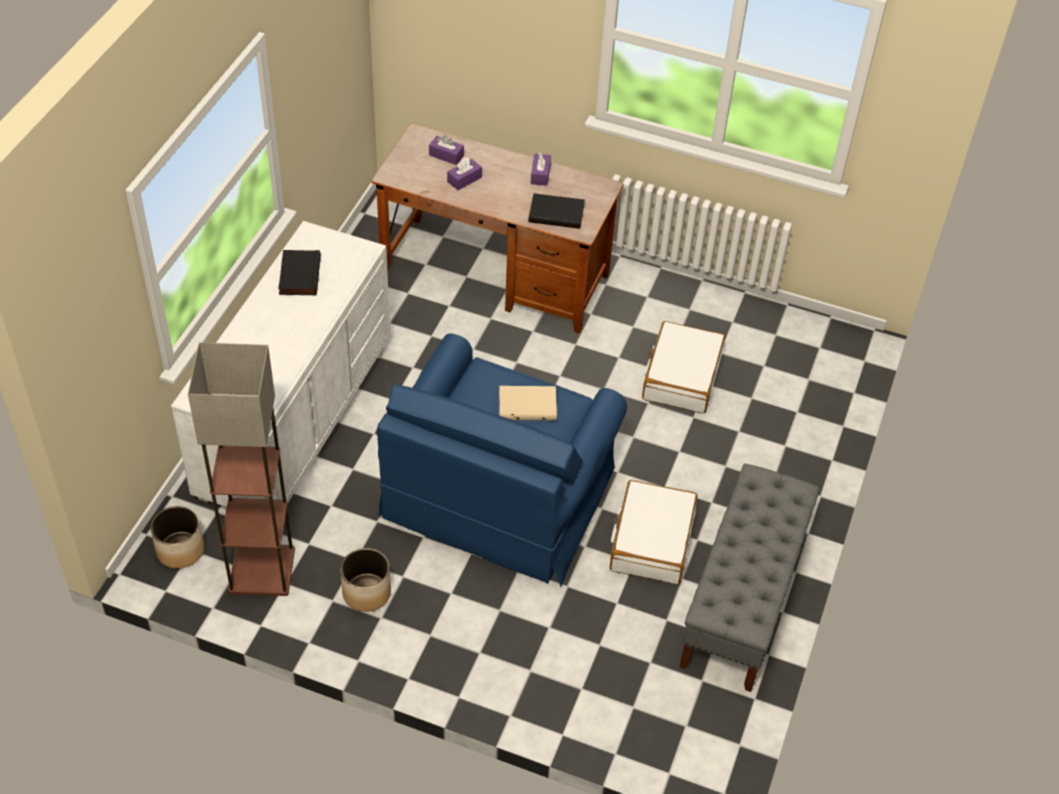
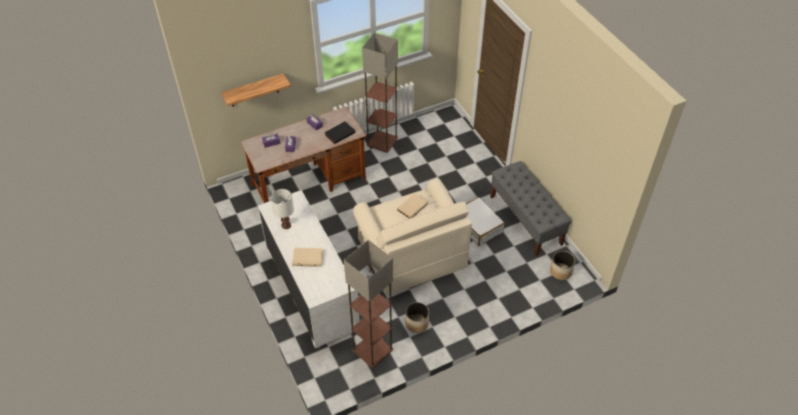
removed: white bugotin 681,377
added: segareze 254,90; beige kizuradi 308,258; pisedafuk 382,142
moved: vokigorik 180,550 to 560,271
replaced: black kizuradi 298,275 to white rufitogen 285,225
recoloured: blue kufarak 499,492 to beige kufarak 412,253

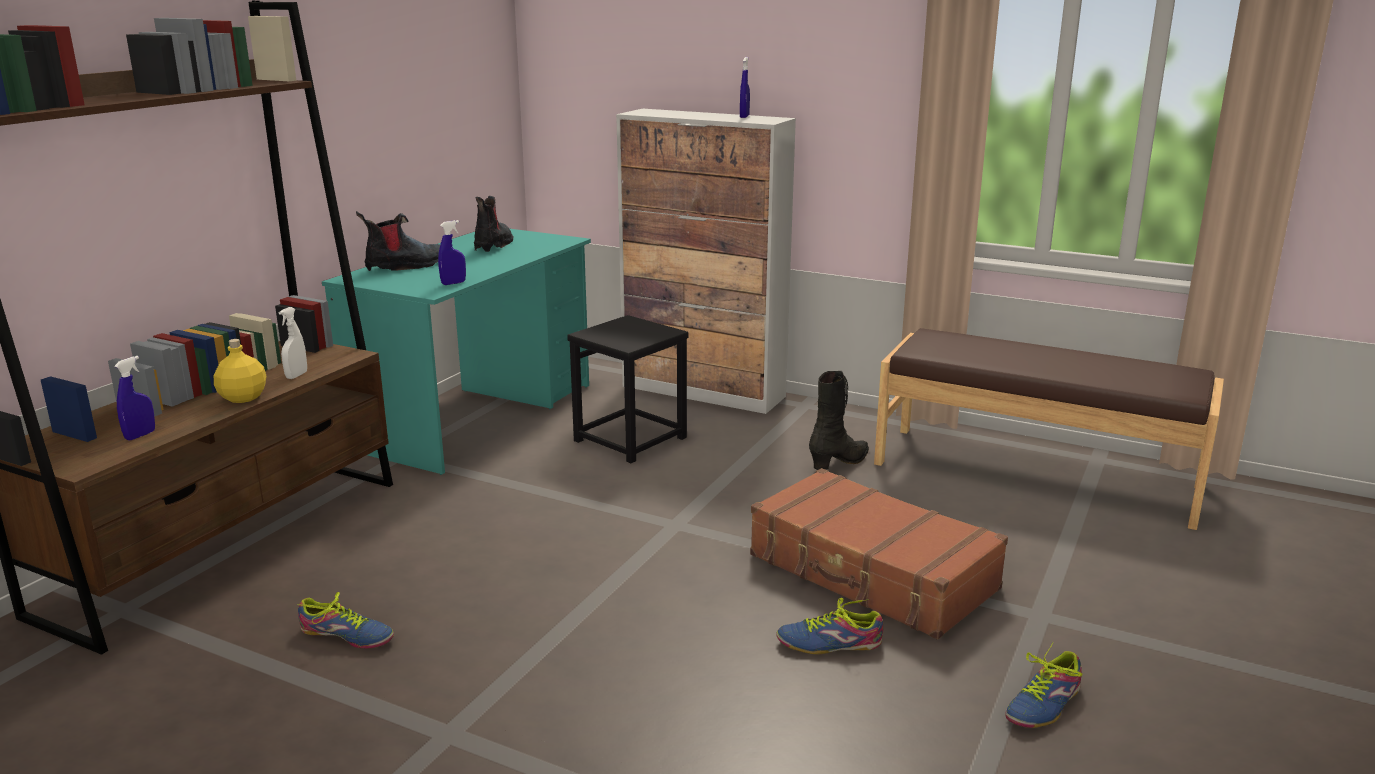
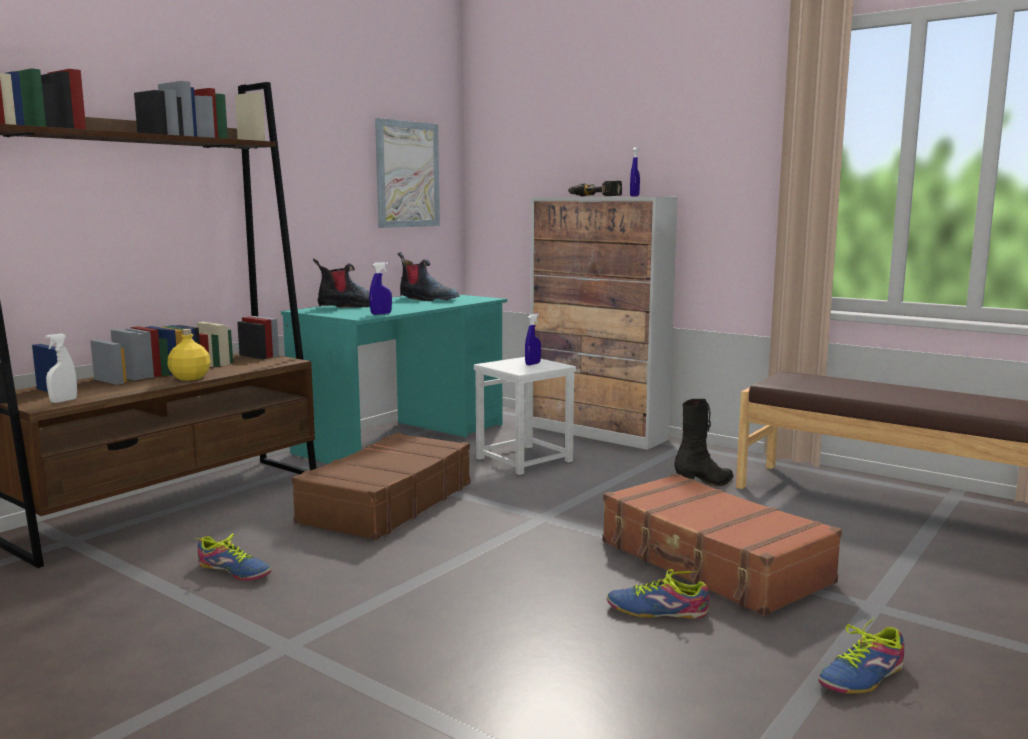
added: brown bugotin 386,503; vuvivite 407,174; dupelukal 593,196
moved: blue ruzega 140,435 to 533,364; white ruzega 296,375 to 63,401
recoloured: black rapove 630,439 to white rapove 524,460
turned: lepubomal 493,244 = 427,299 105 degrees clockwise

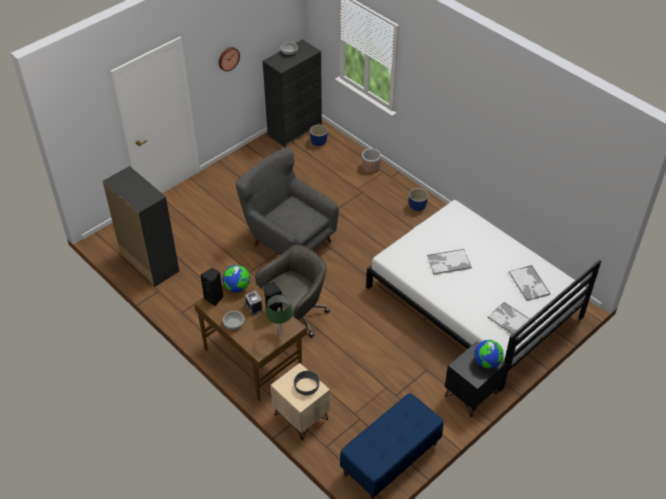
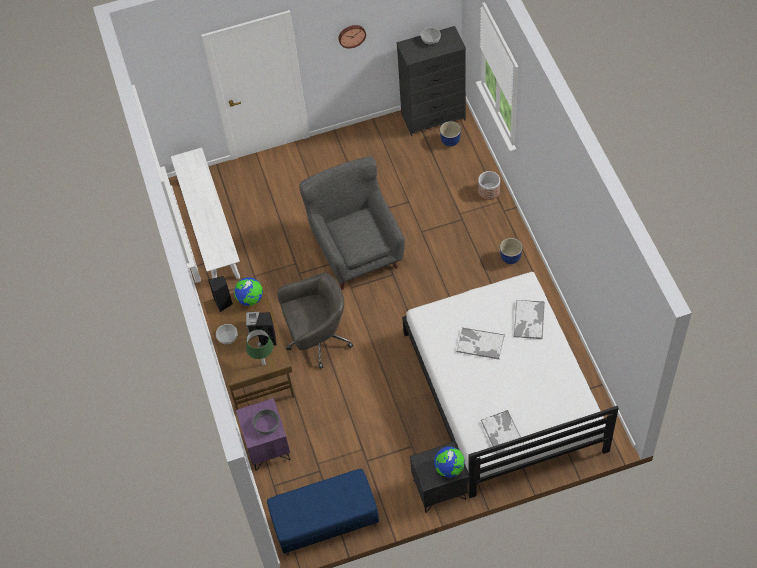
moved: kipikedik 529,284 to 529,320
replaced: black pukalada 149,263 to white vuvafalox 210,229
recoloured: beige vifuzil 301,417 to purple vifuzil 267,447

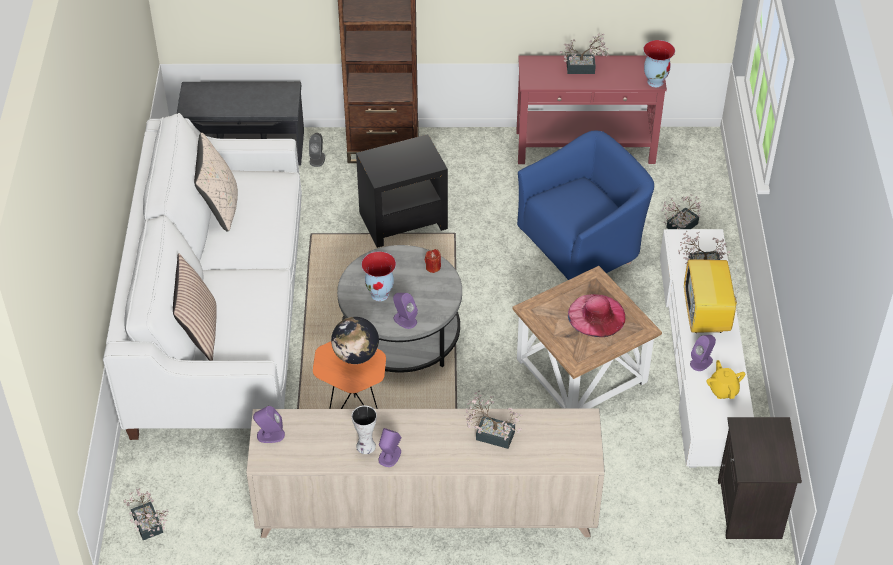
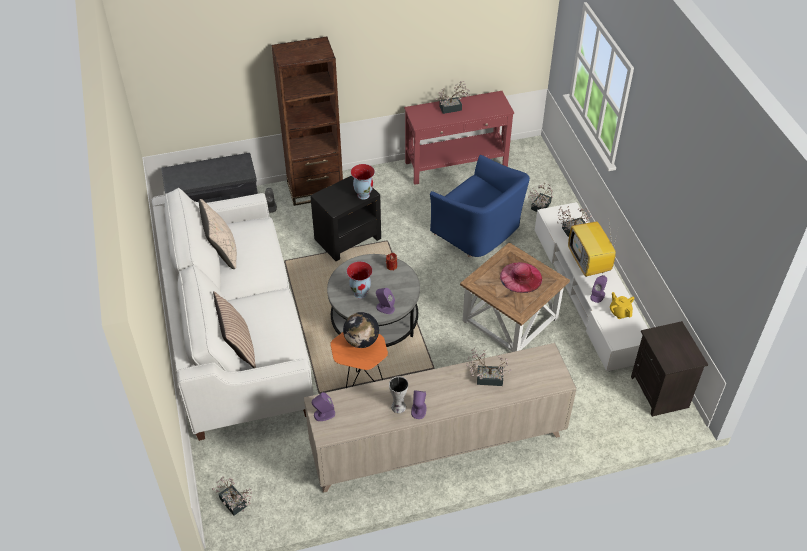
moved: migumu 655,81 to 363,194
turned: blue kufarak 582,242 = 478,230 90 degrees clockwise

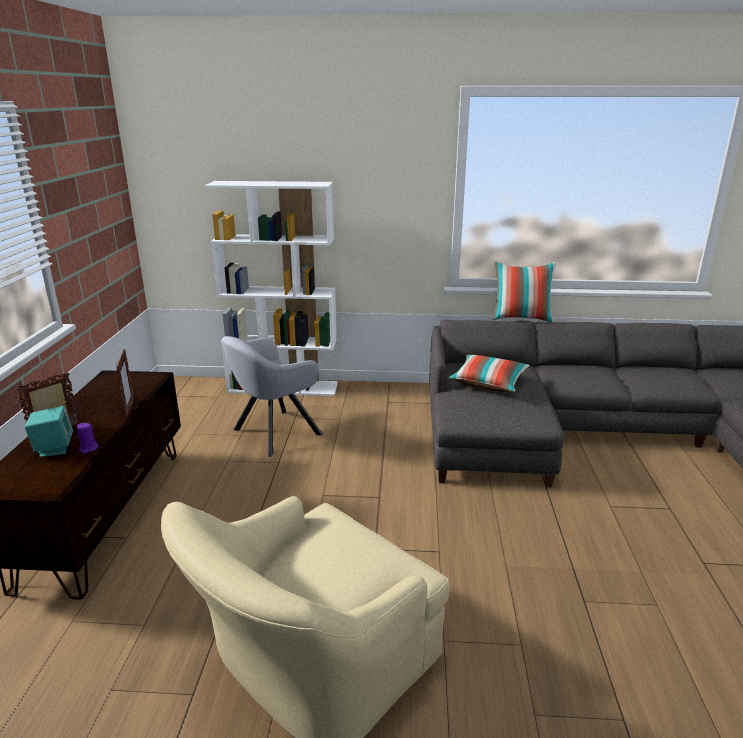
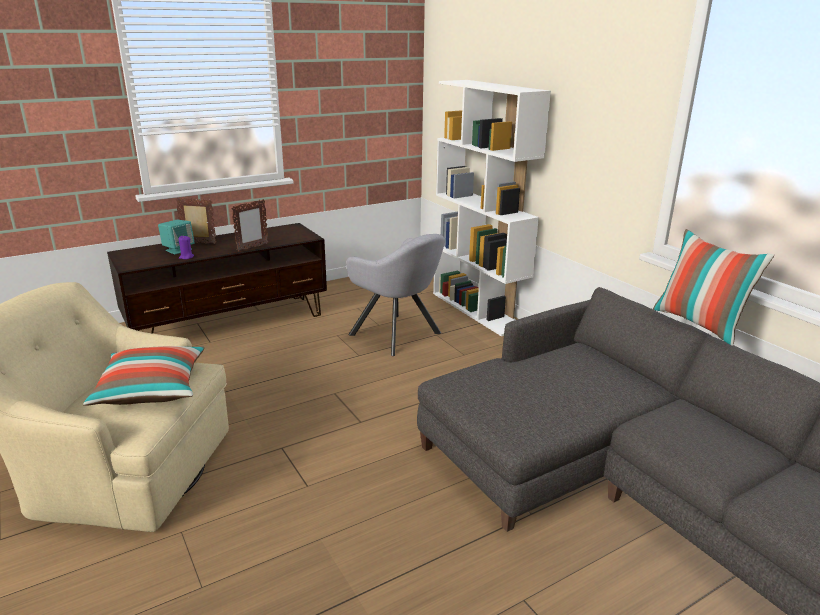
moved: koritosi 488,383 to 151,389
turned: grey kufarak 272,433 = 398,335 150 degrees counterclockwise

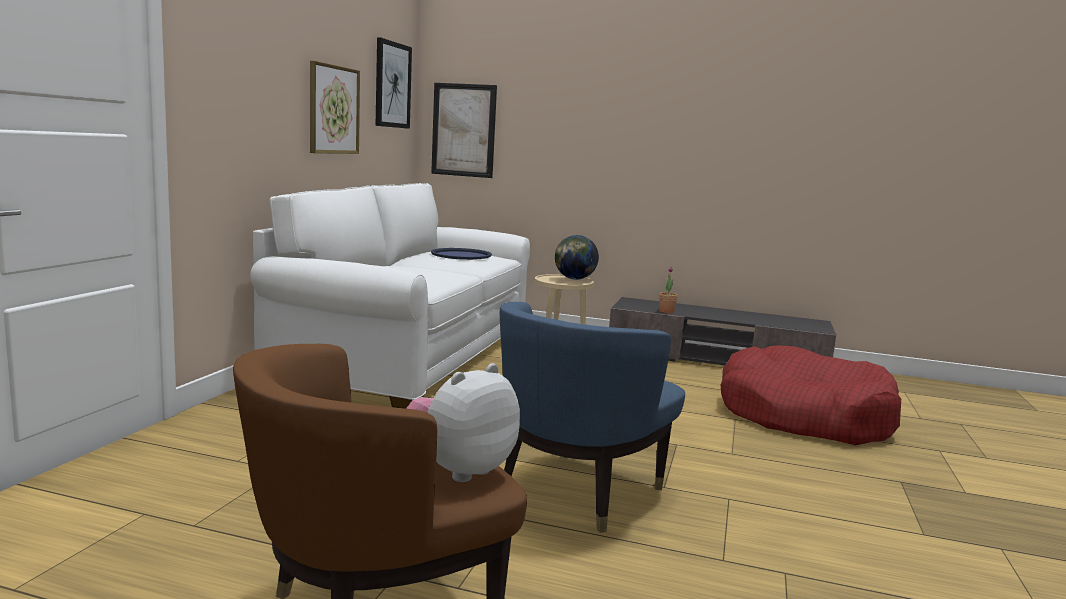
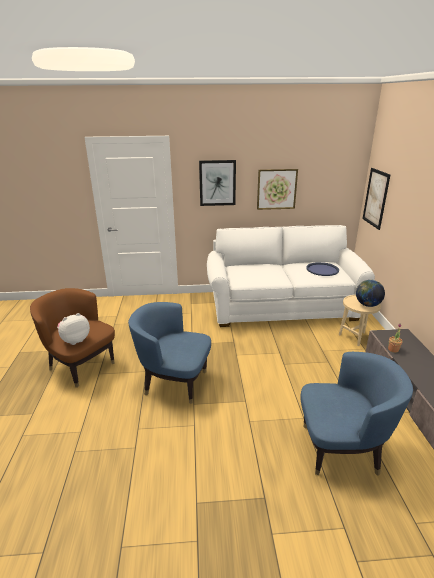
moved: vuvivite 392,85 to 217,183
replaced: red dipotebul 804,416 to blue kufarak 341,449
turned: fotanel 460,469 = 75,340 60 degrees counterclockwise

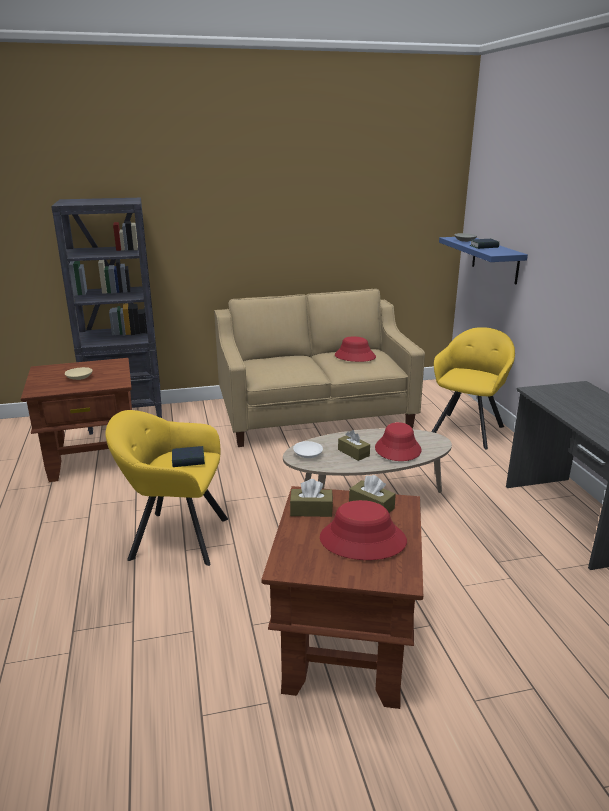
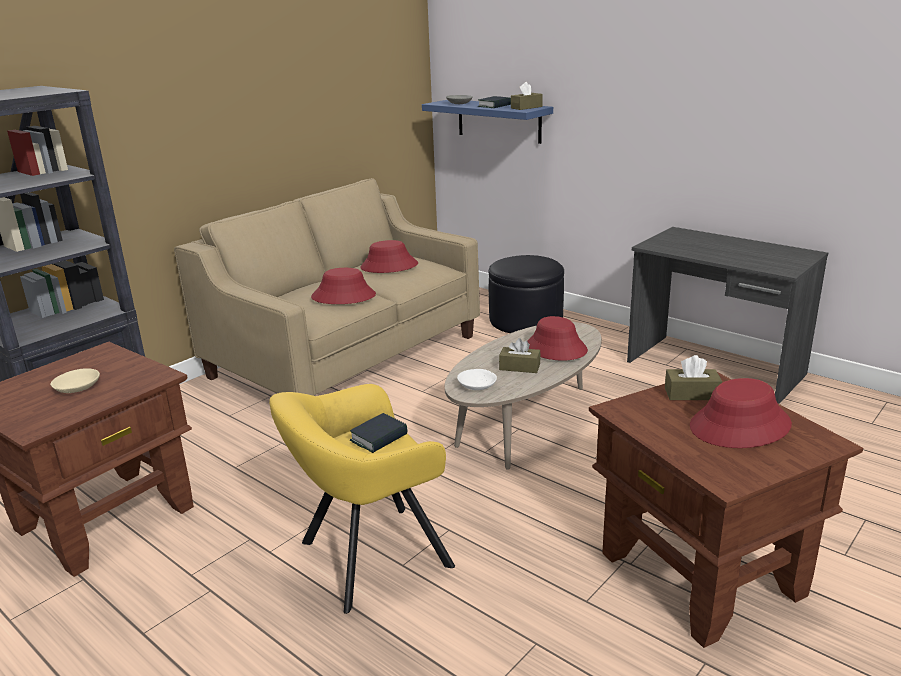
added: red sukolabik 343,296
moved: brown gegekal 311,510 to 526,107
replaced: yellow kufarak 468,429 to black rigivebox 526,320

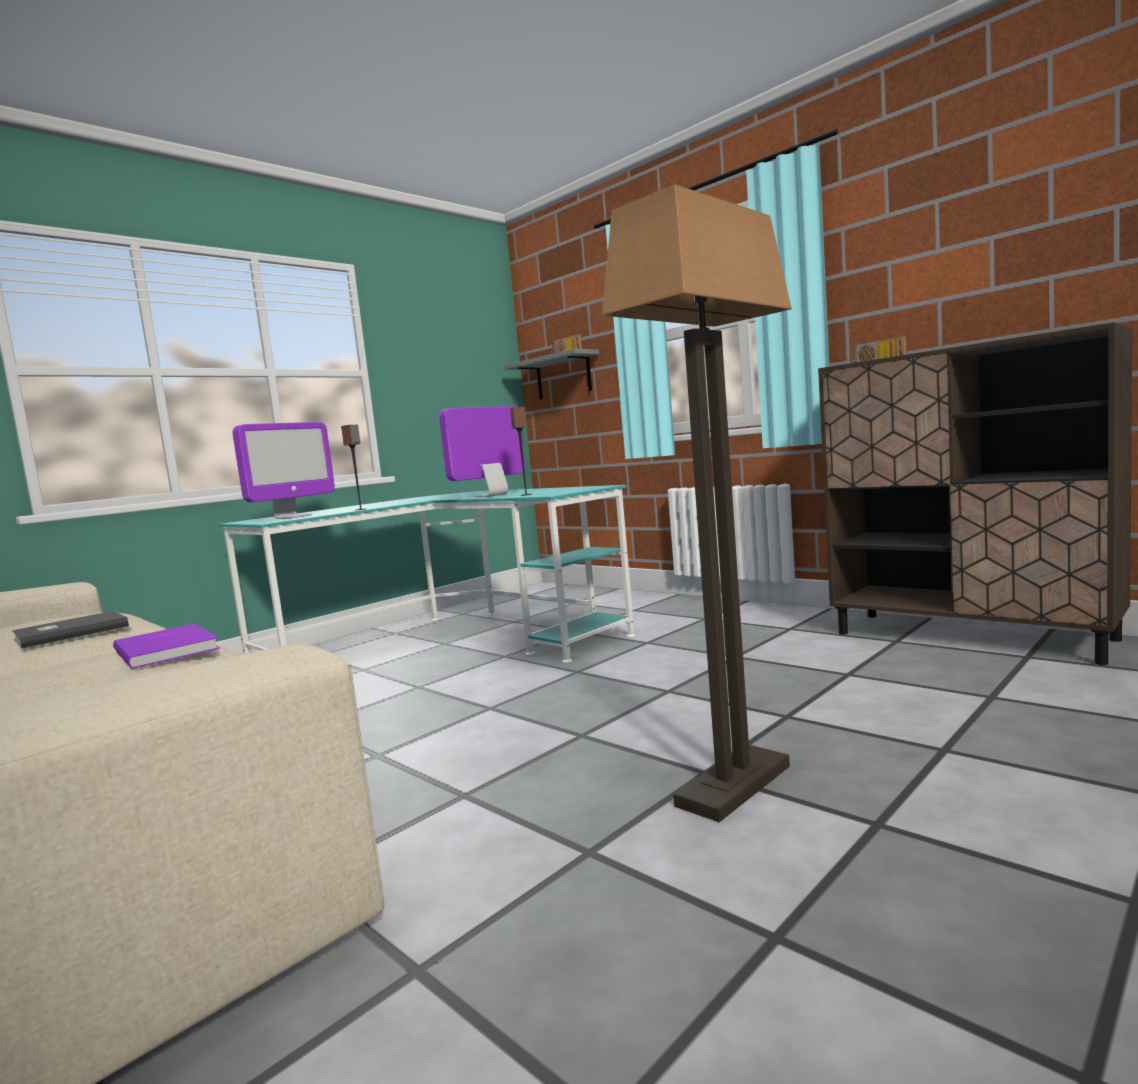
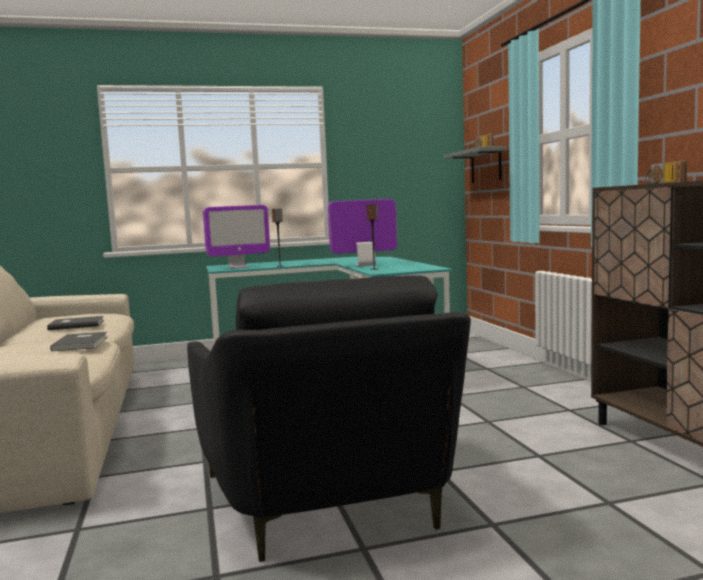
replaced: pisedafuk 734,786 to black kufarak 330,501
recoloured: purple kizuradi 169,648 to grey kizuradi 82,343

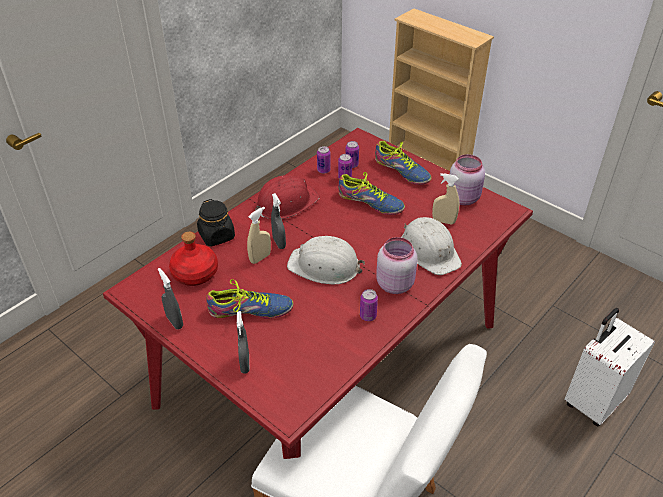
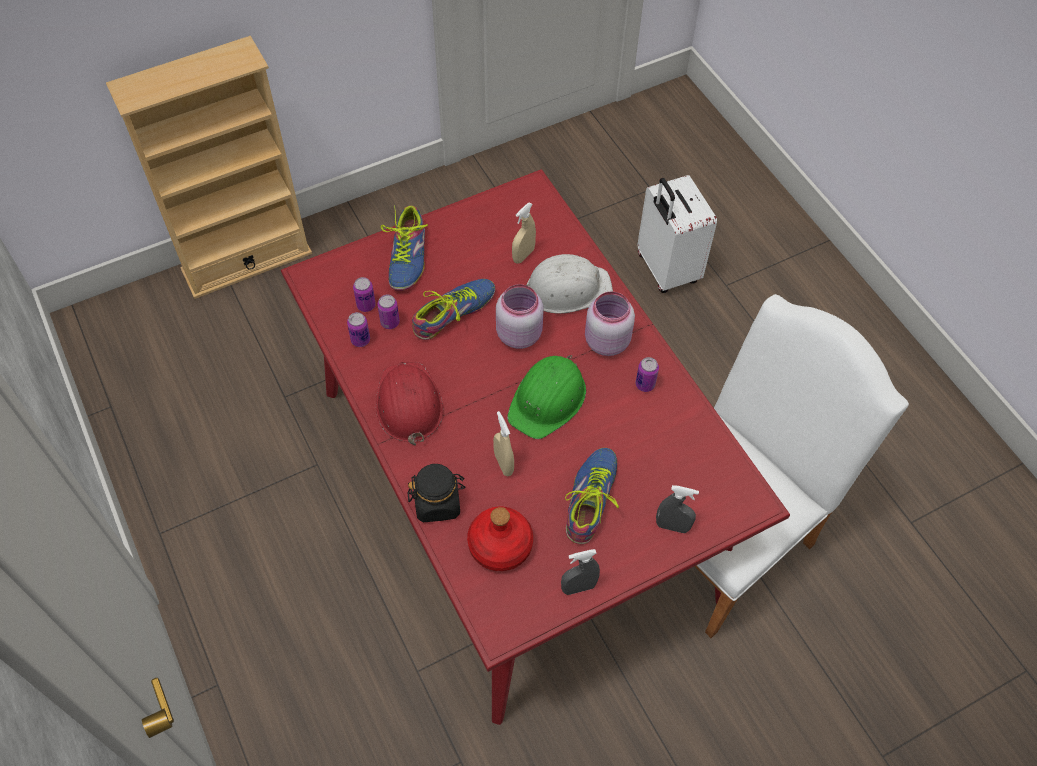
removed: grey ruzega 279,243
moved: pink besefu 464,198 to 519,333
recoloured: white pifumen 325,266 to green pifumen 548,399
turned: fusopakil 402,171 = 408,257 120 degrees clockwise

